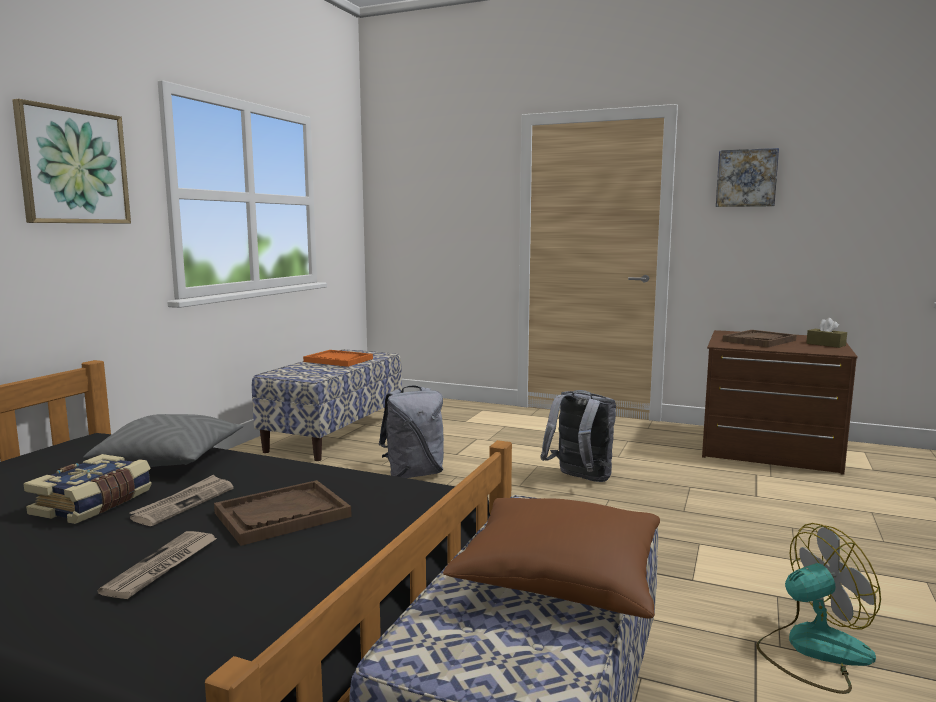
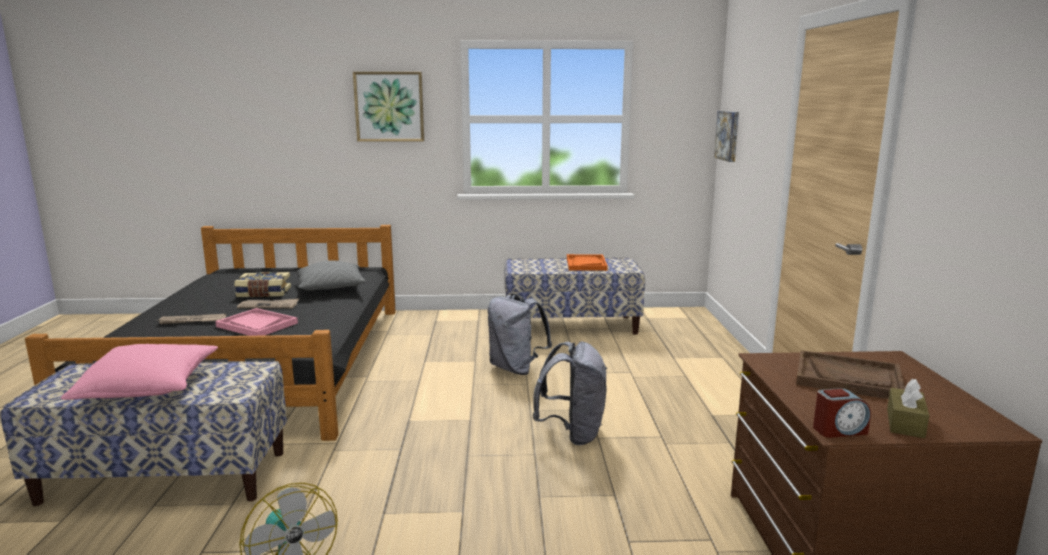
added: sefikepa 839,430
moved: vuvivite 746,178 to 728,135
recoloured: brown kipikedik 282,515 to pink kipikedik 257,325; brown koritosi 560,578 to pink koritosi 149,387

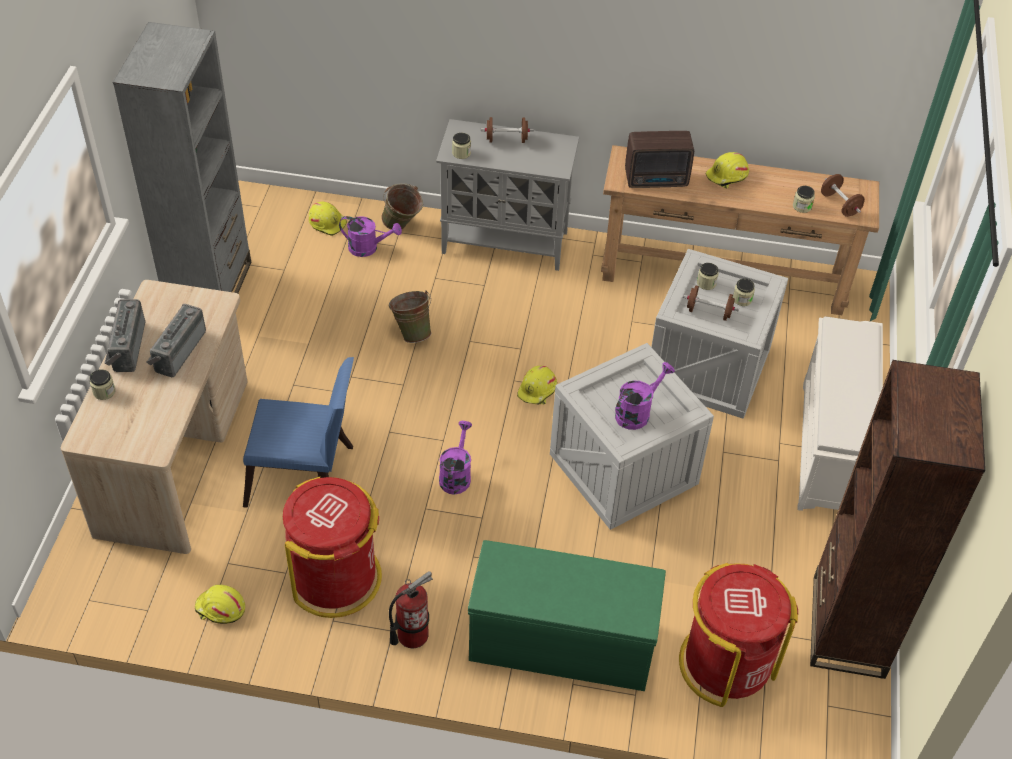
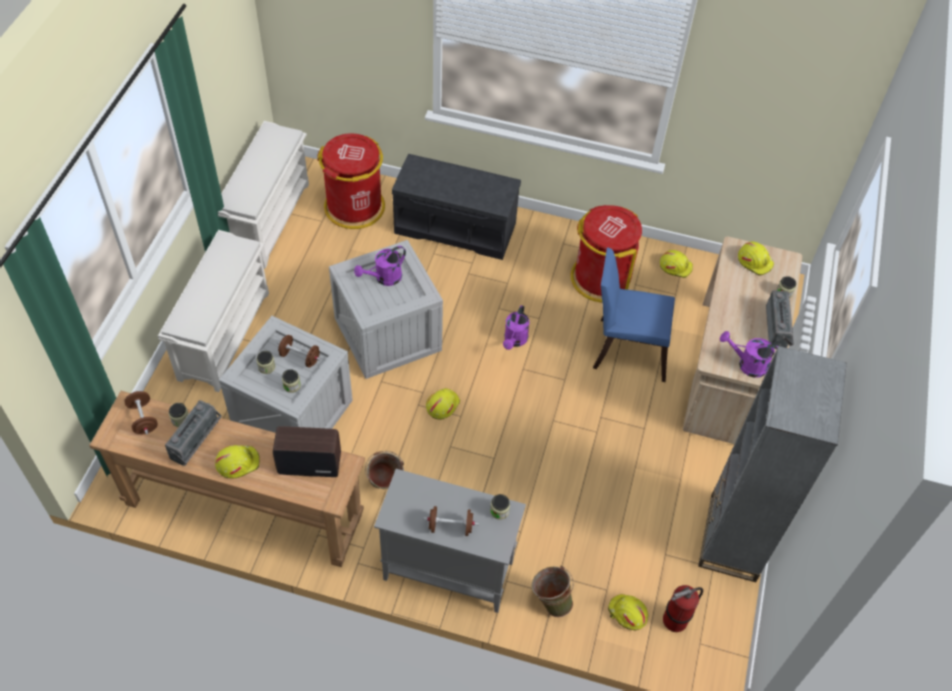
added: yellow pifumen 755,261
moved: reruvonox 177,350 to 197,442; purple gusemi 368,248 to 747,364; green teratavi 412,332 to 384,486; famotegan 412,635 to 675,620
replaced: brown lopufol 847,626 to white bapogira 268,219
recoloured: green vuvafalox 560,642 to grey vuvafalox 456,227

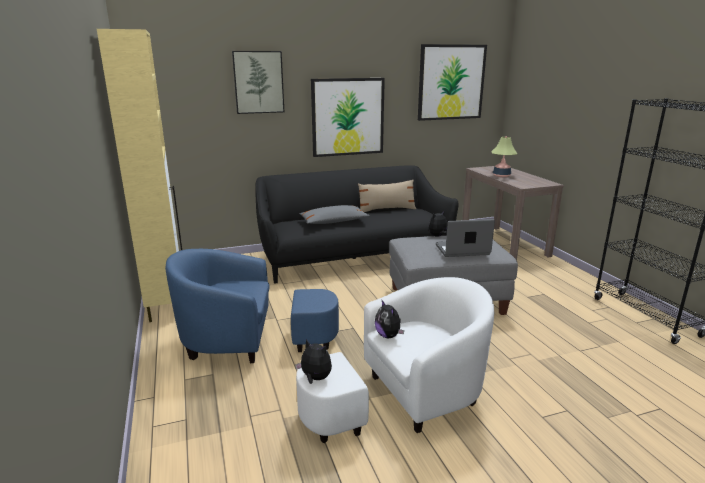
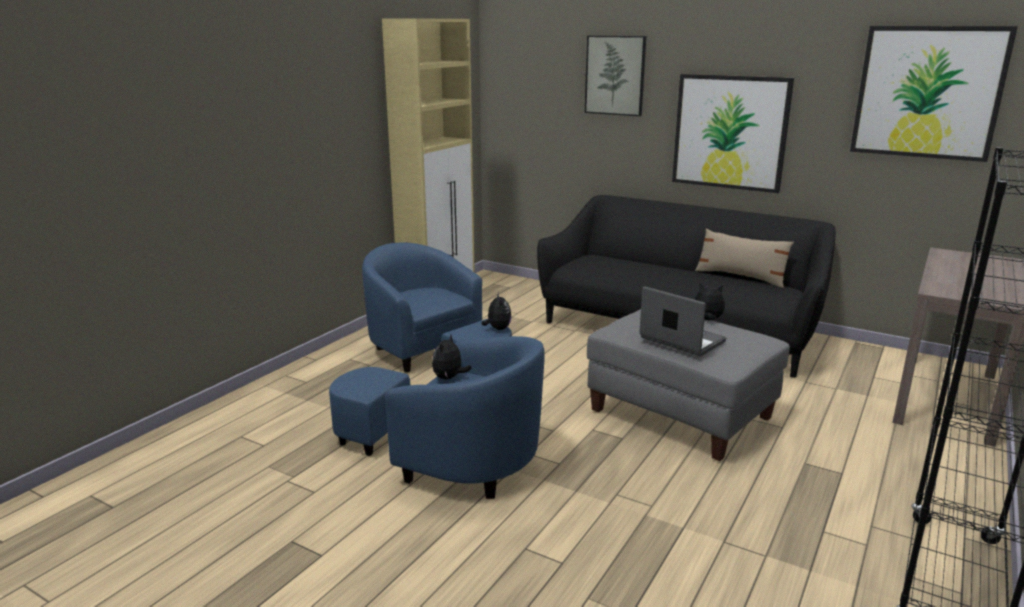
removed: grey koritosi 334,221; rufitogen 501,175
moved: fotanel 315,379 to 497,329
recoloured: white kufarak 404,399 to blue kufarak 447,458

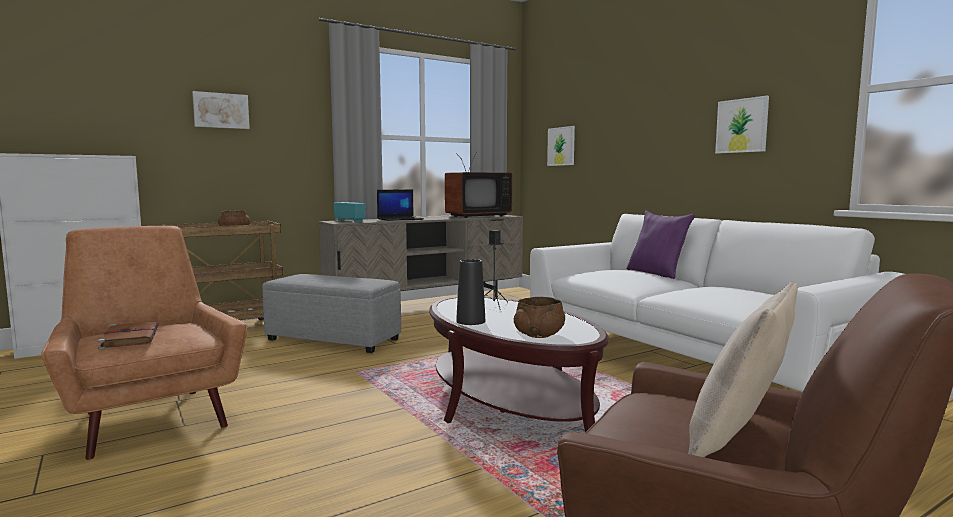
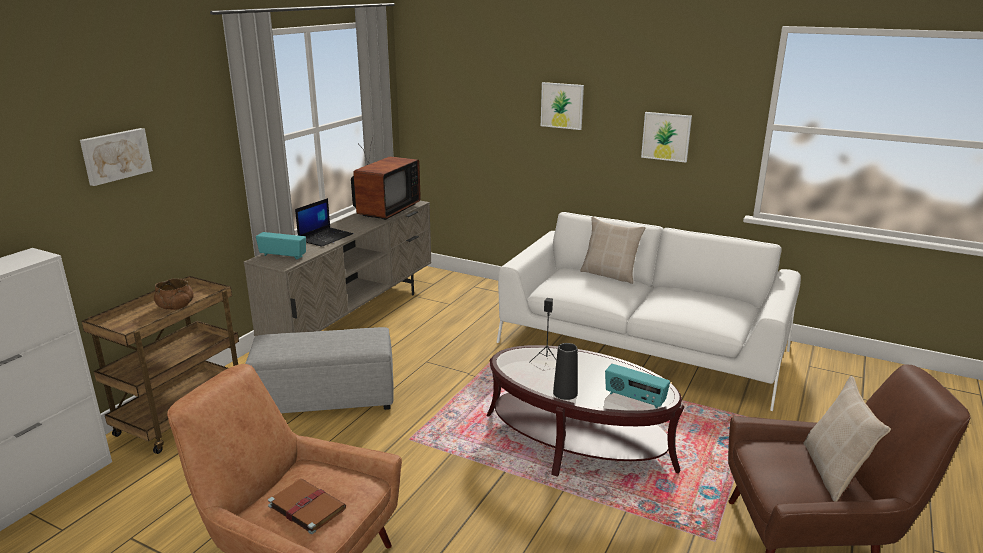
moved: vuvivite 561,146 to 562,105
replaced: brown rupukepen 539,335 to reruvonox 634,399
recoloured: purple koritosi 657,273 to beige koritosi 610,275

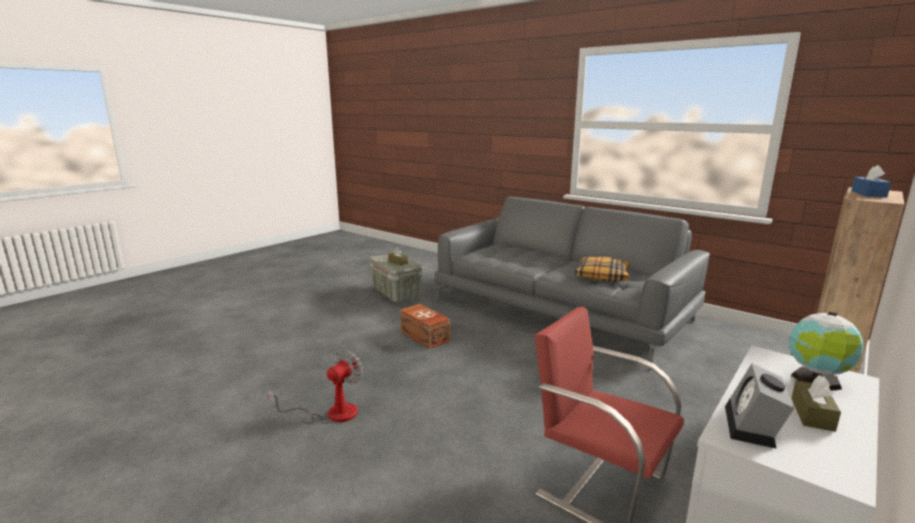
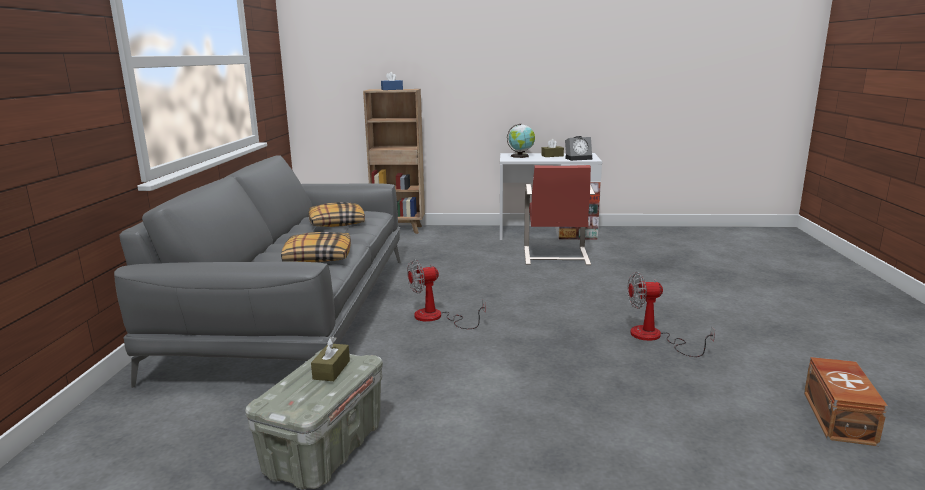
added: koritosi 317,257; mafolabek 436,318
moved: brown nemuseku 424,337 to 839,417

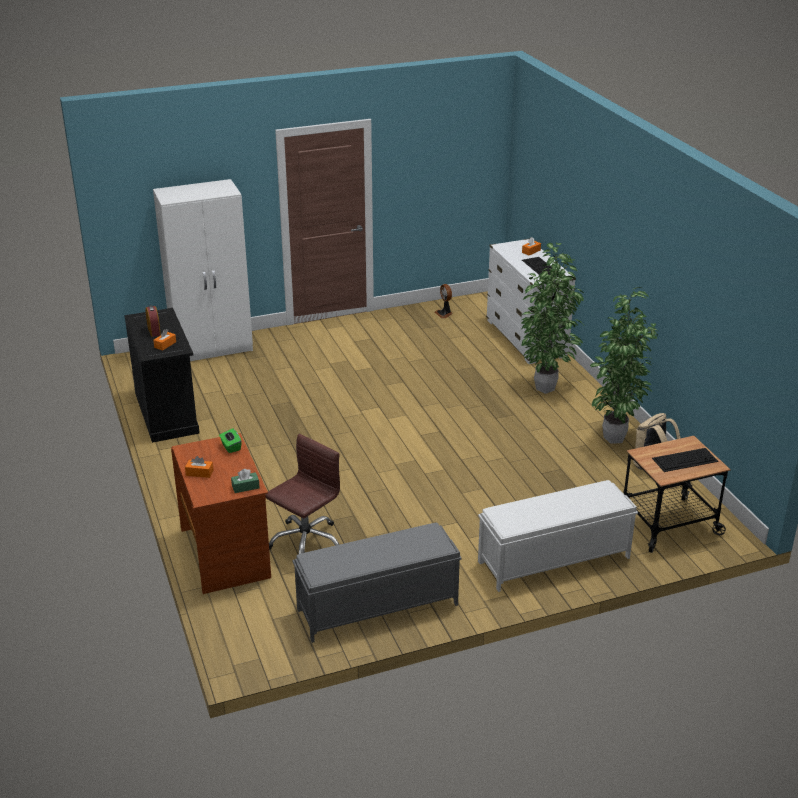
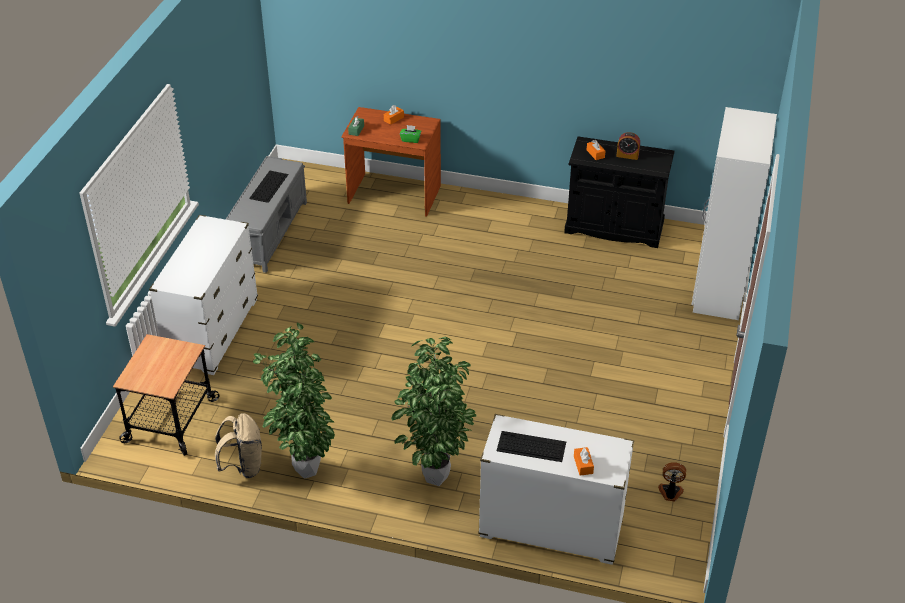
removed: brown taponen 305,542
moved: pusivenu 685,459 to 269,186
replaced: white vuvafalox 552,560 to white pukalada 213,332

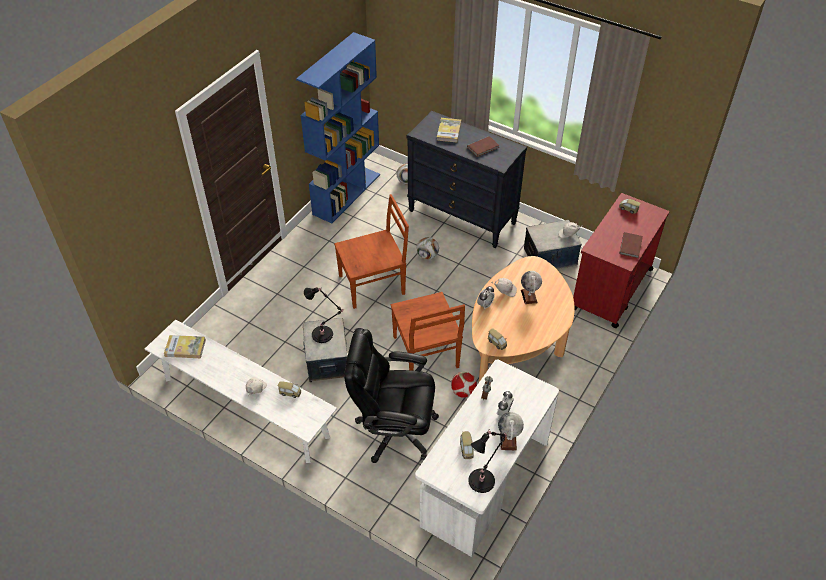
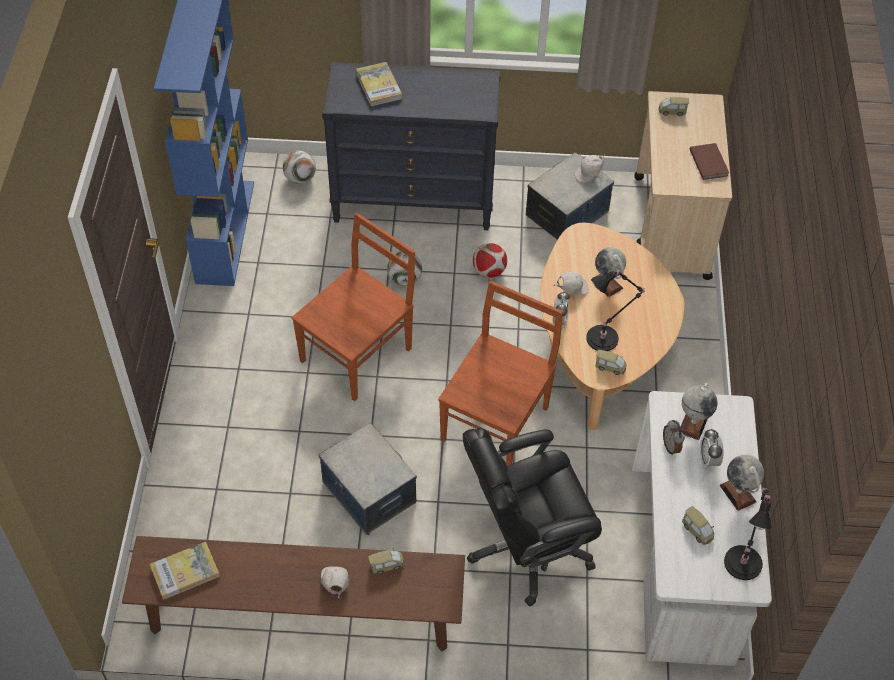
removed: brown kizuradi 483,147
added: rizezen 693,424
moved: black rufitogen 324,335 to 605,338; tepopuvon 463,392 to 489,271
recoloured: white vuvafalox 245,407 to brown vuvafalox 301,615; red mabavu 611,289 to beige mabavu 671,228
turned: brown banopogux 426,353 = 496,421 105 degrees counterclockwise

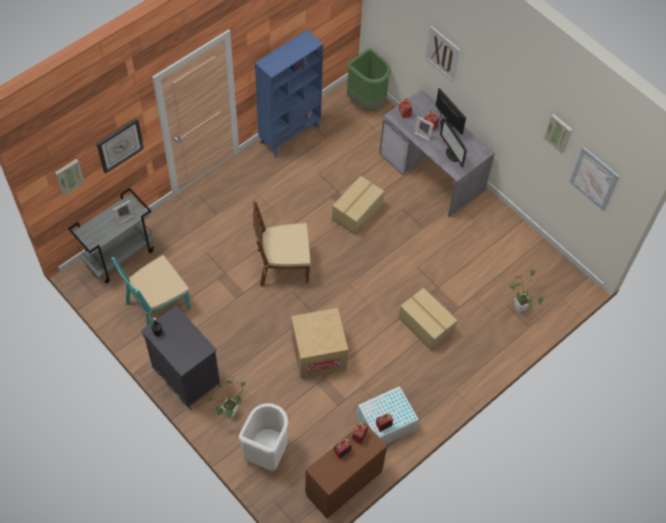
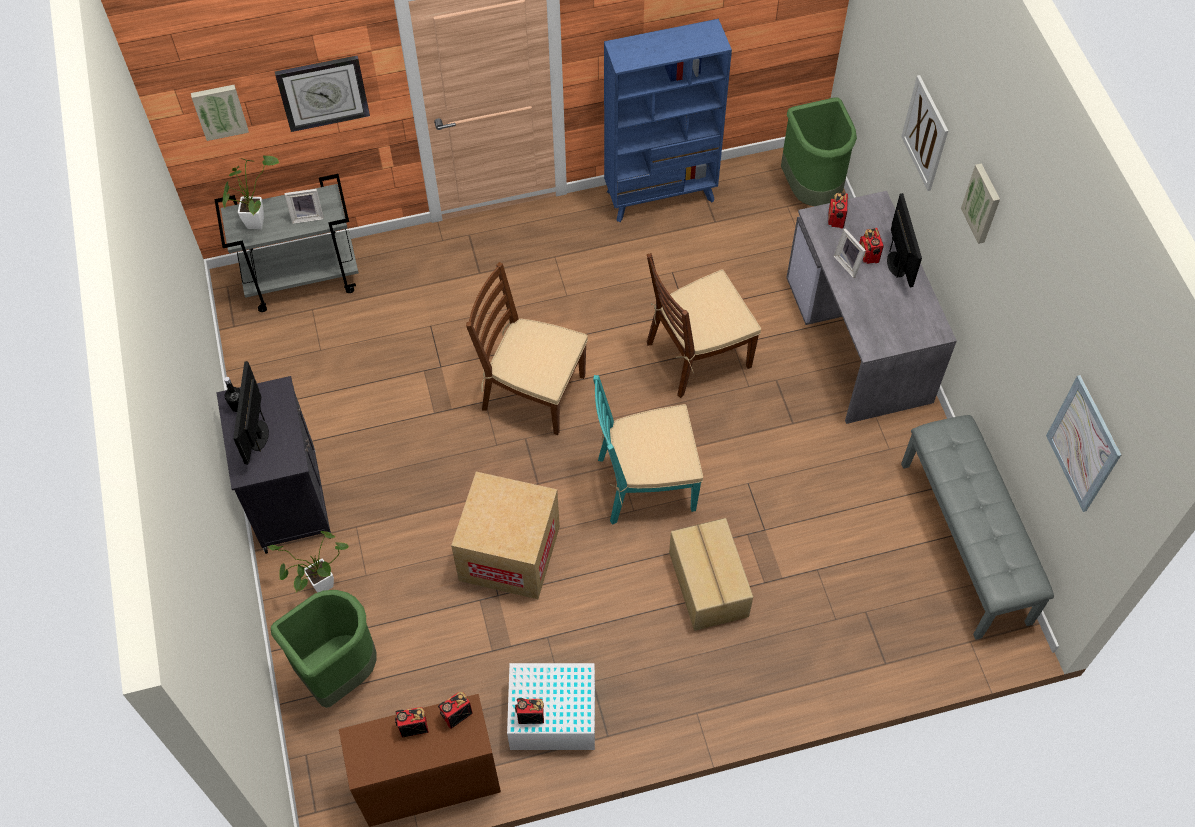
added: grey vuvafalox 966,542
moved: turquoise banopogux 157,306 to 645,484; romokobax 451,155 to 258,435; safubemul 518,305 to 256,219; vuvivite 559,132 to 983,203
replaced: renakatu 356,212 to brown banopogux 697,355
recoloured: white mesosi 266,452 to green mesosi 339,673

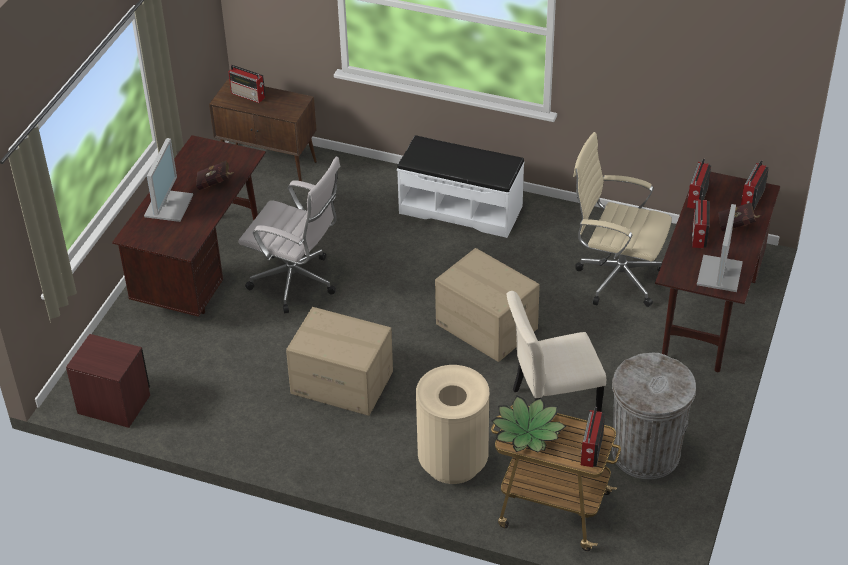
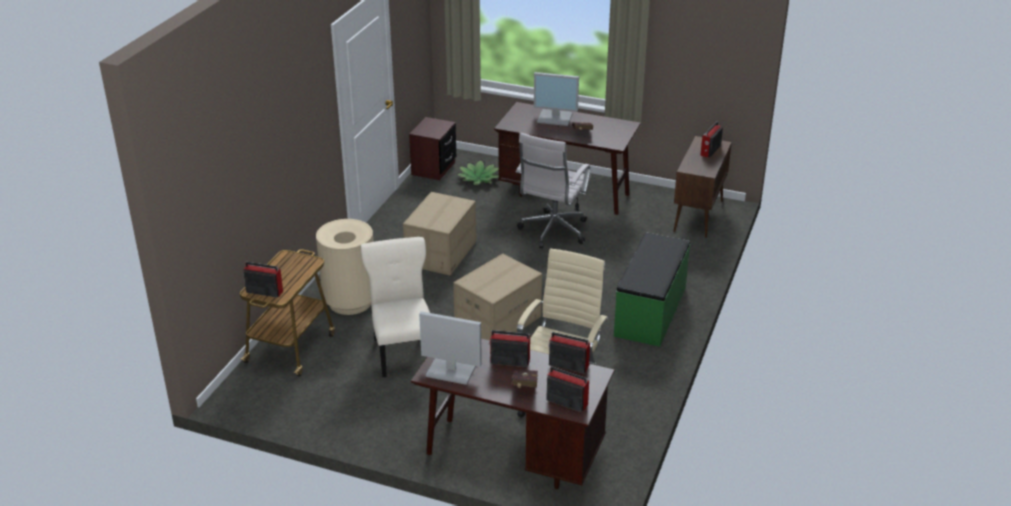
removed: grey mesosi 645,453
moved: safubemul 527,432 to 479,178
recoloured: white vuvafalox 461,209 to green vuvafalox 651,311

